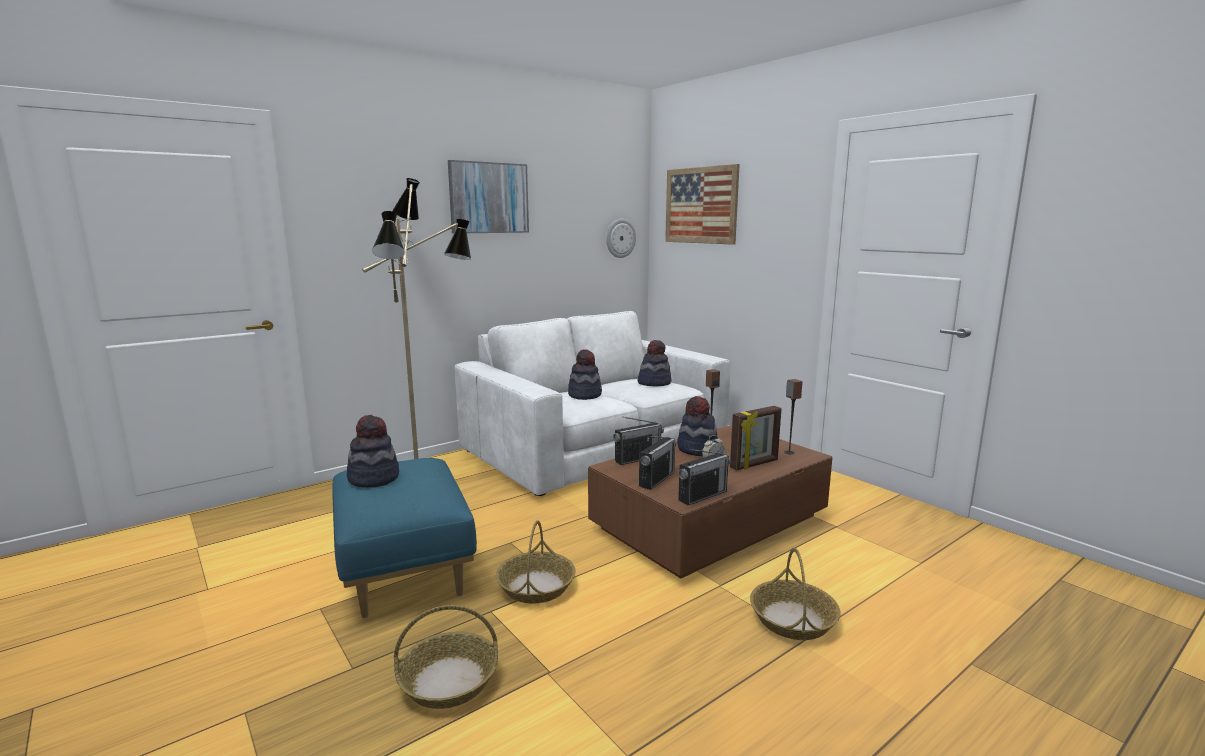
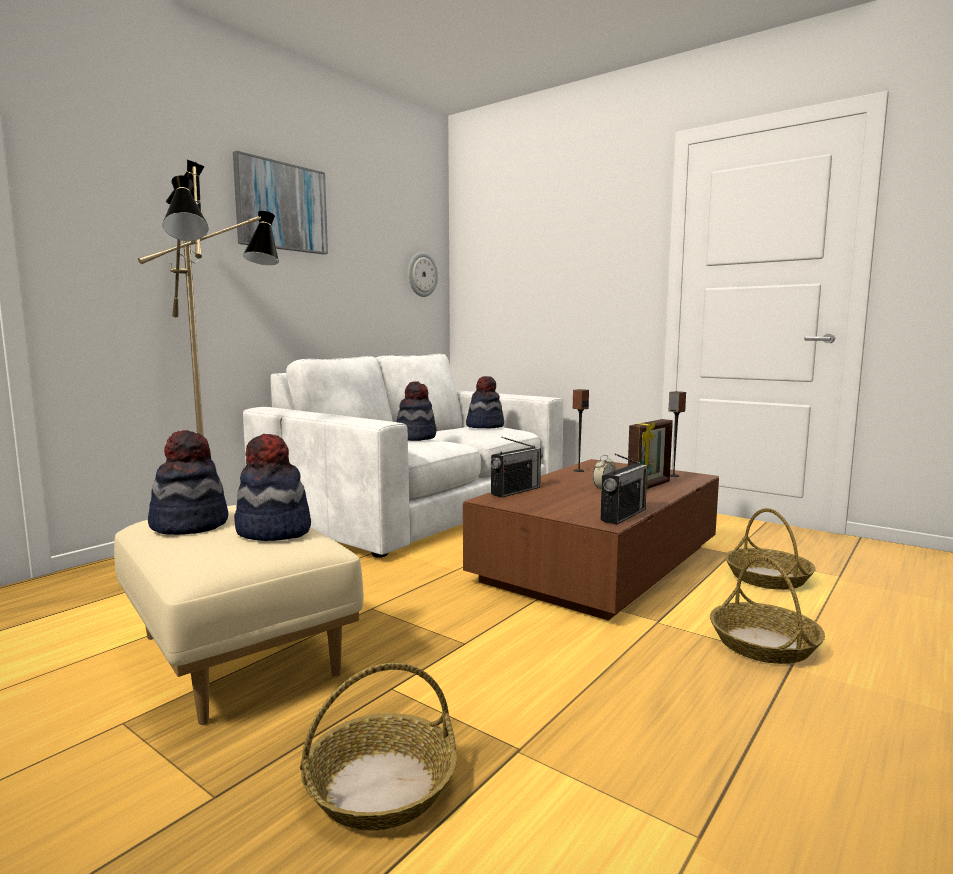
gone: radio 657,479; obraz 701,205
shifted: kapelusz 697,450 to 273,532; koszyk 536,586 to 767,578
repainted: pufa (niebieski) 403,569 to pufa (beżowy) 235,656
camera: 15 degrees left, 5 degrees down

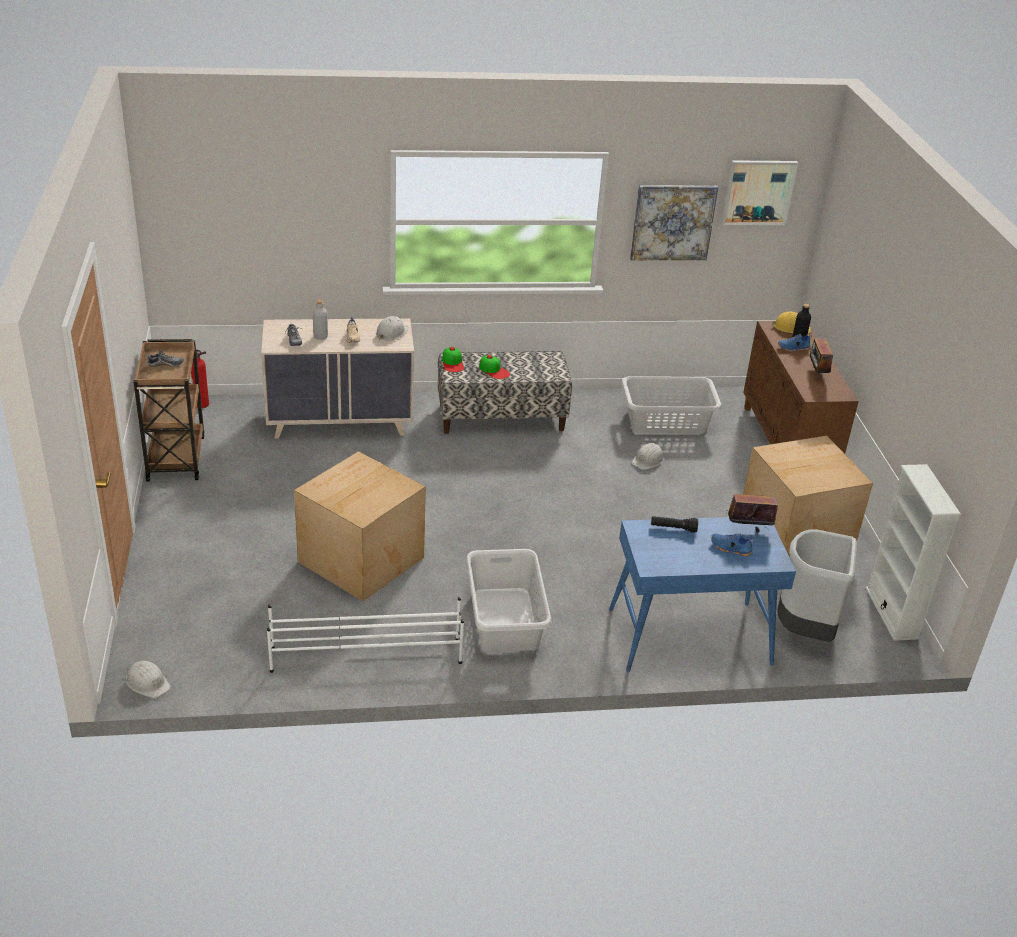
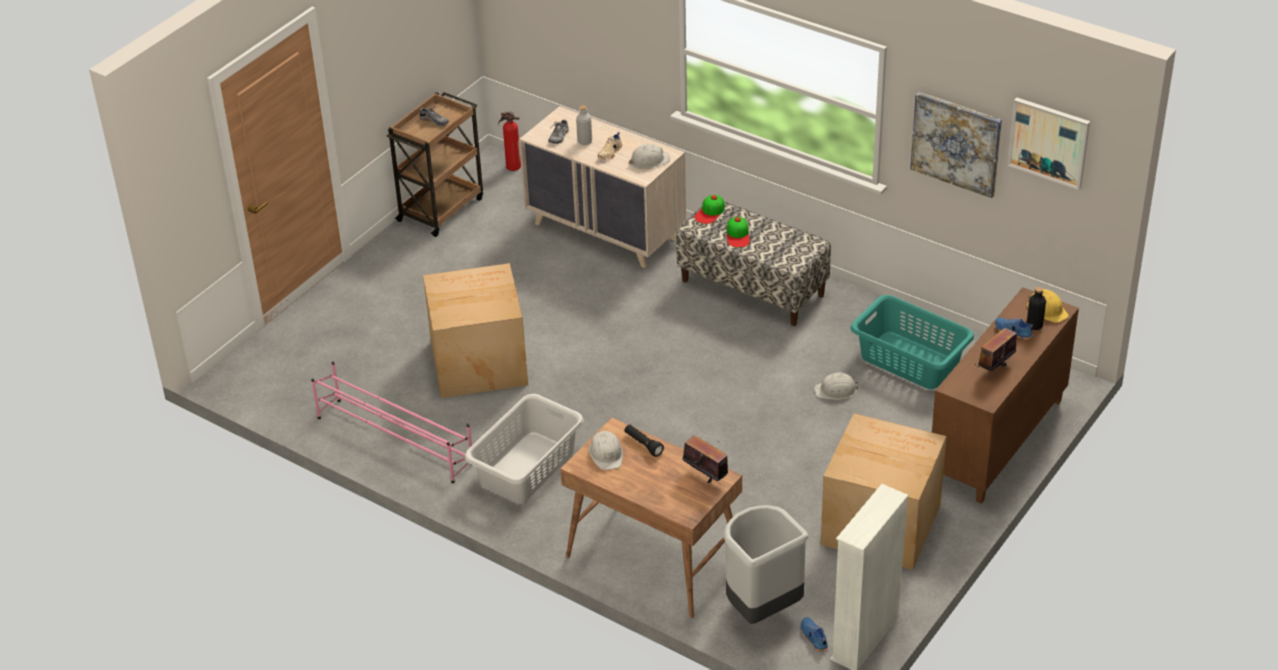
shifted: kask (biały) 147,683 to 606,454; but (niebieski) 730,549 to 813,638
repainted: regał na buty (biały) 365,654 to regał na buty (różowy) 394,440; biurko (niebieski) 688,637 to biurko (brązowy) 653,559; kosz na pranie (szary) 667,421 to kosz na pranie (turkusowy) 910,361
camera: 45 degrees right, 5 degrees up

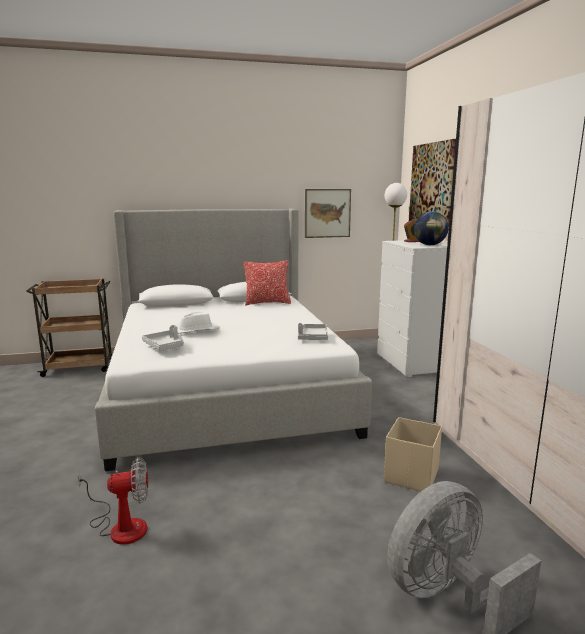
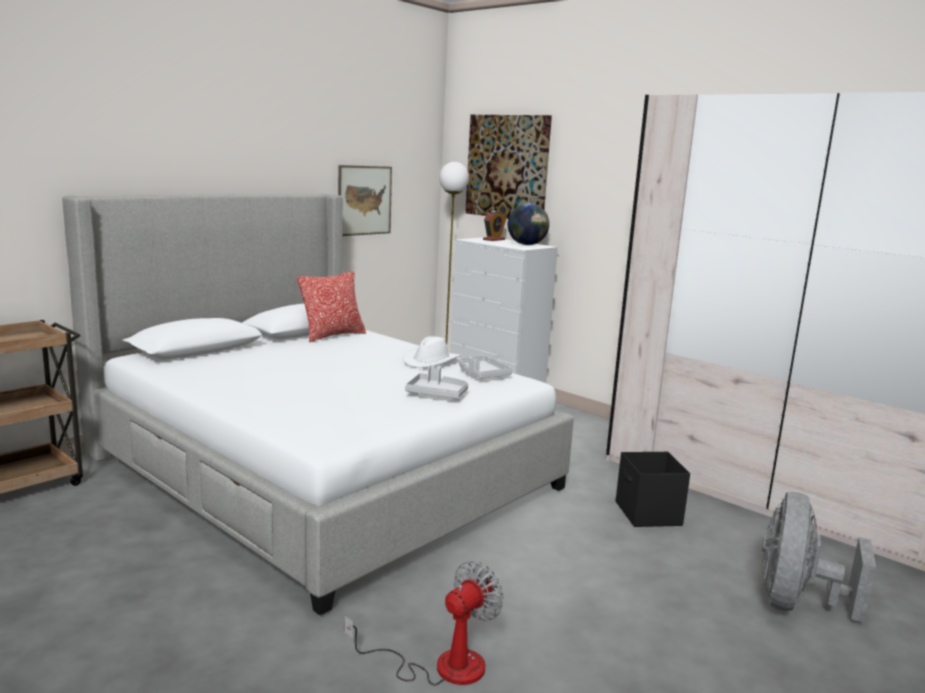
shifted: kapelusz (biały) 195,330 to 430,361; taca (szary) 165,346 to 437,394
repainted: pojemnik do przechowywania (beżowy) 410,476 to pojemnik do przechowywania (czarny) 648,514
camera: 35 degrees left, 0 degrees up

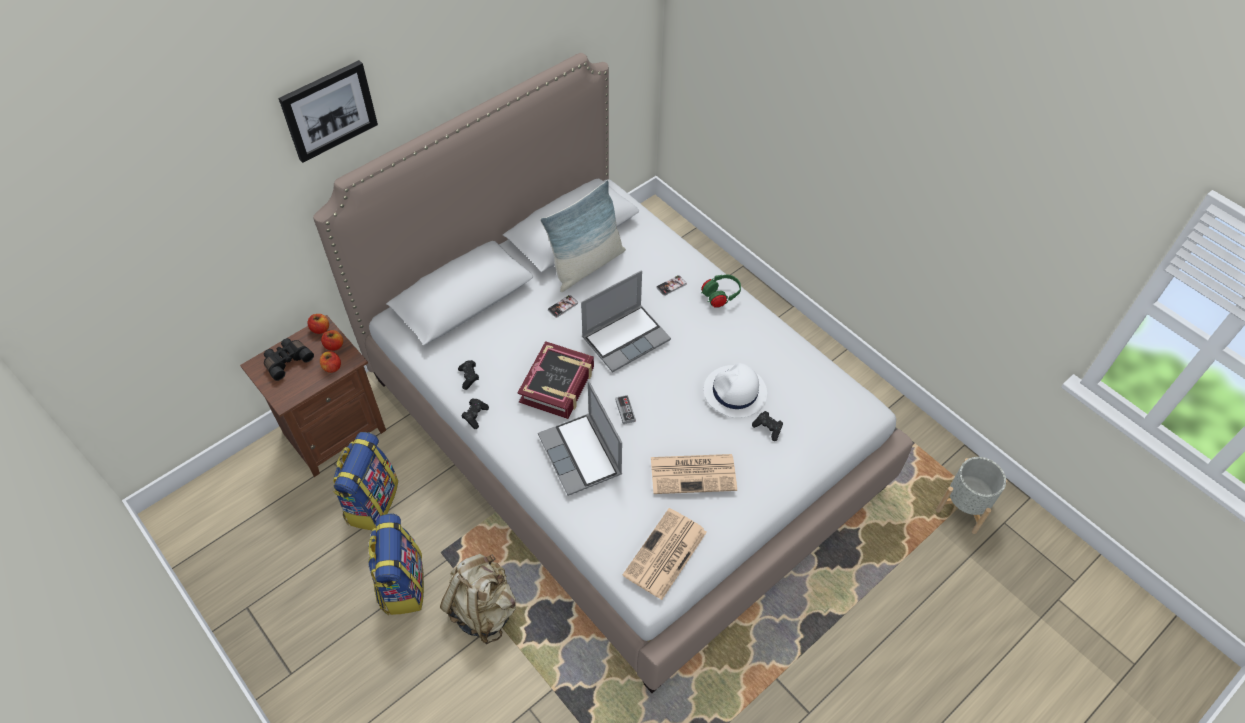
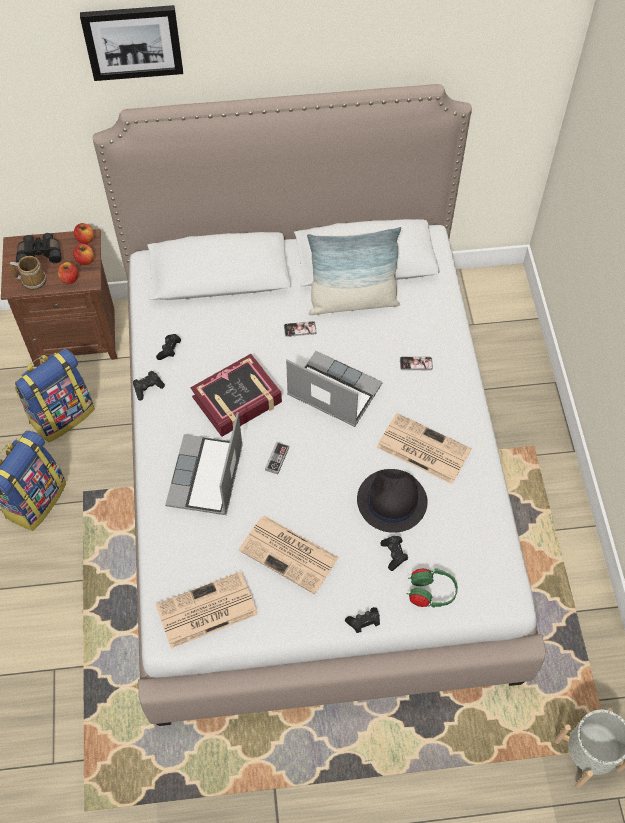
gone: plecak (beżowy) 483,609
new: kubek 32,280; pad do gier (czarny) 363,622; gazeta 422,448
shifted: słuchawki (zielony) 720,296 to 430,593
repainted: kapelusz (biały) 735,392 to kapelusz (czarny) 391,501
rotated: laptop 626,338 = 332,391 150 degrees counterclockwise
camera: 35 degrees right, 5 degrees up

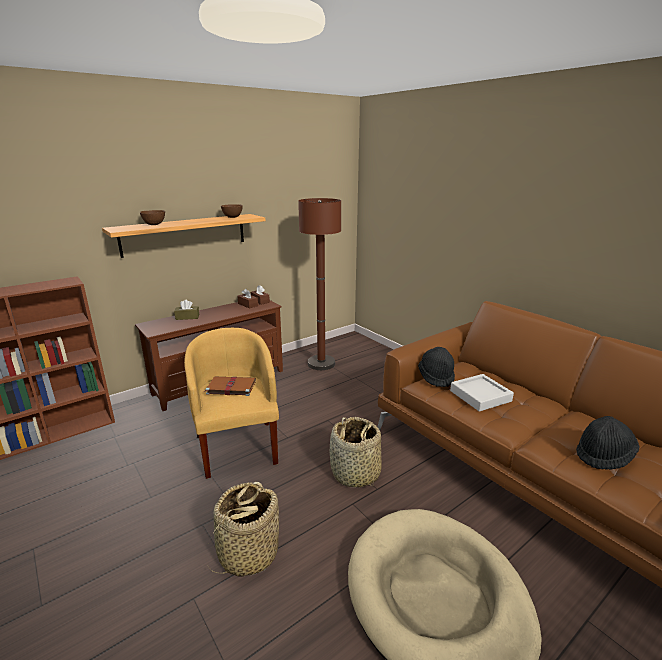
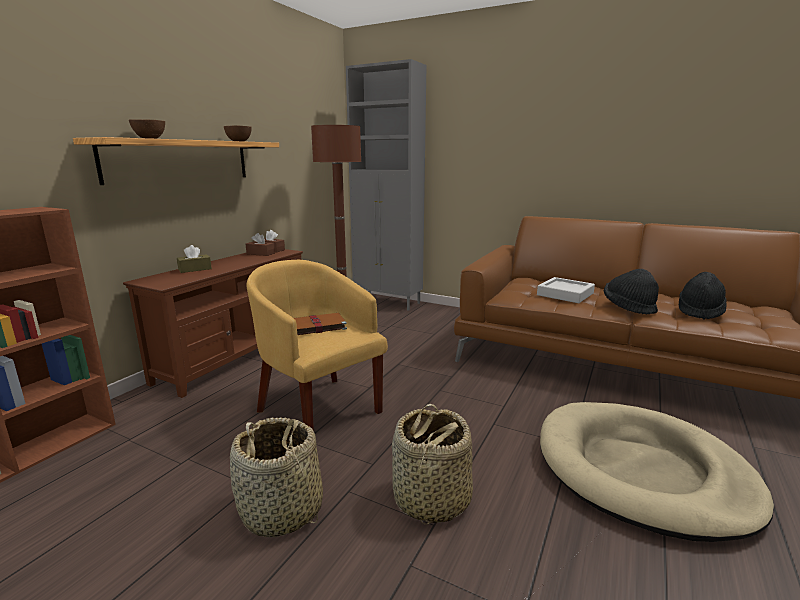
new: szafka (szary) 388,302
shifted: koszyk 355,473 to 282,511; kapelusz (czarny) 435,376 to 628,307
camera: 25 degrees left, 5 degrees down

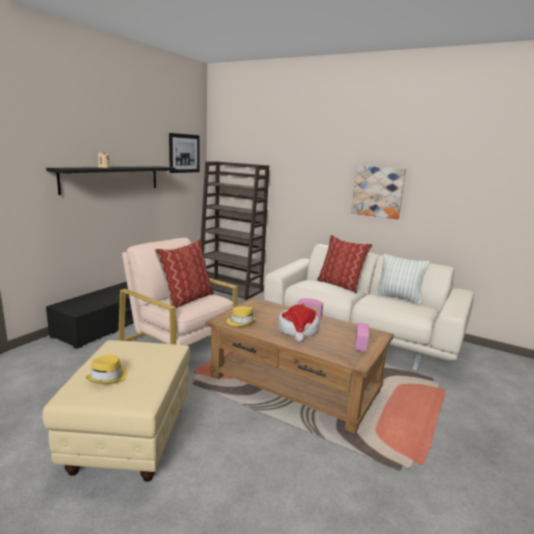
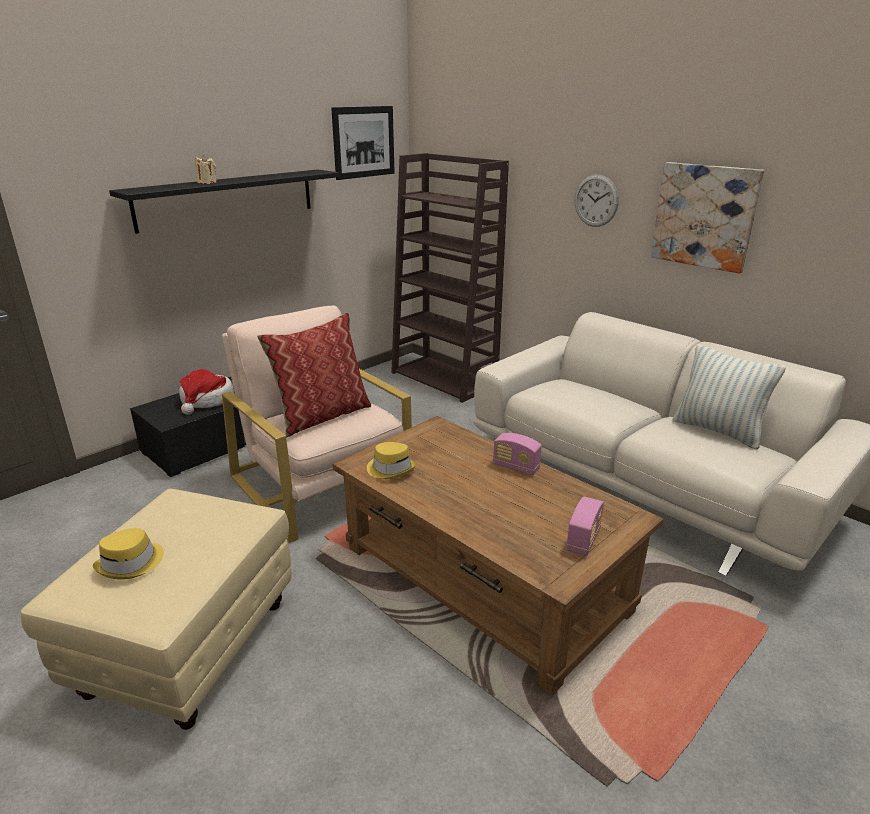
gone: poduszka 340,285
new: zegar ścienny 596,200
shifted: kapelusz 298,330 to 207,400
camera: 15 degrees right, 10 degrees up

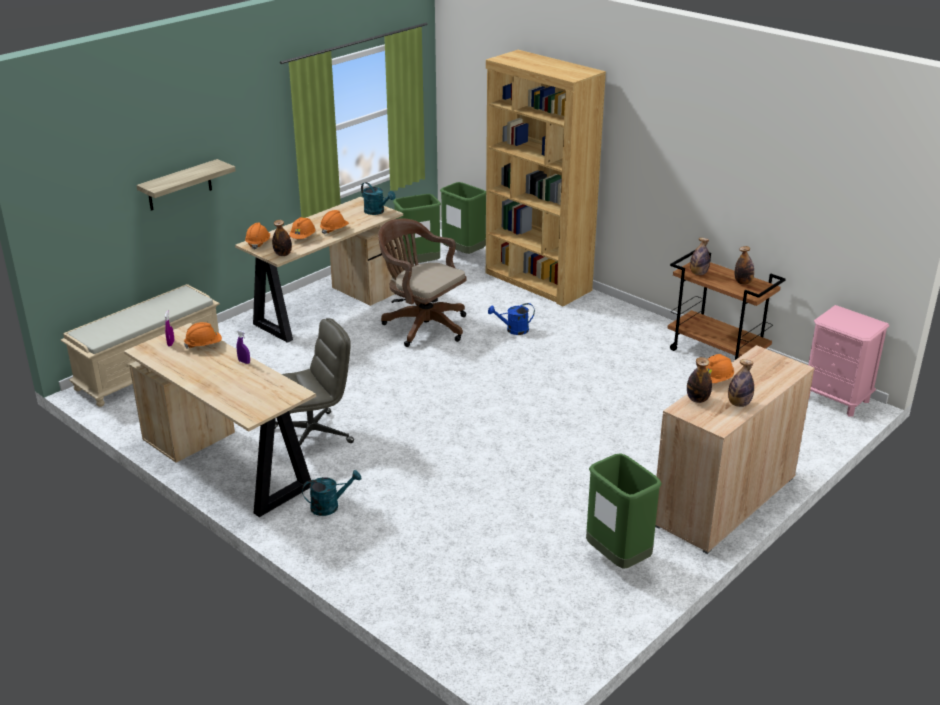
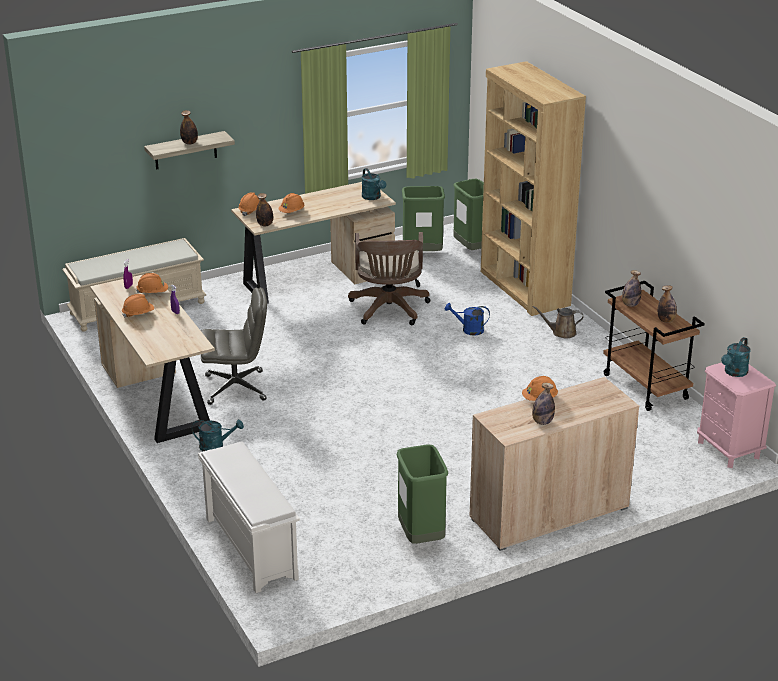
new: regał na buty (biały) 249,548; konewka (brązowy) 561,333; konewka (turkusowy) 734,373
shifted: kask (pomarańczowy) 334,230 to 138,314; butelka 697,399 to 189,143
rotated: krzesło biurowe (brązowy) 422,325 = 389,310 150 degrees counterclockwise
camera: 20 degrees right, 0 degrees up

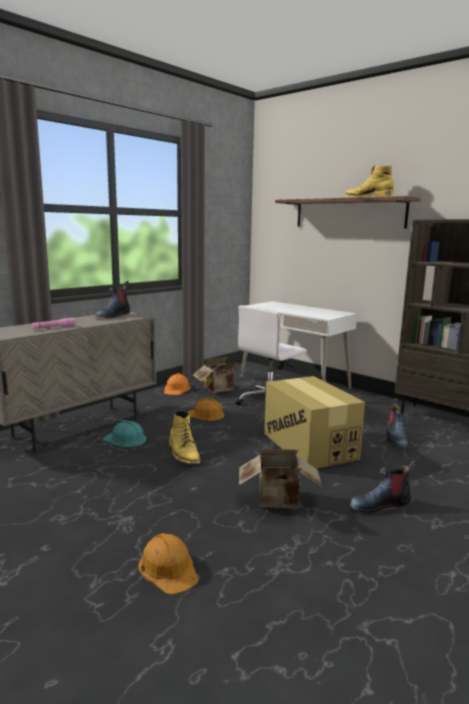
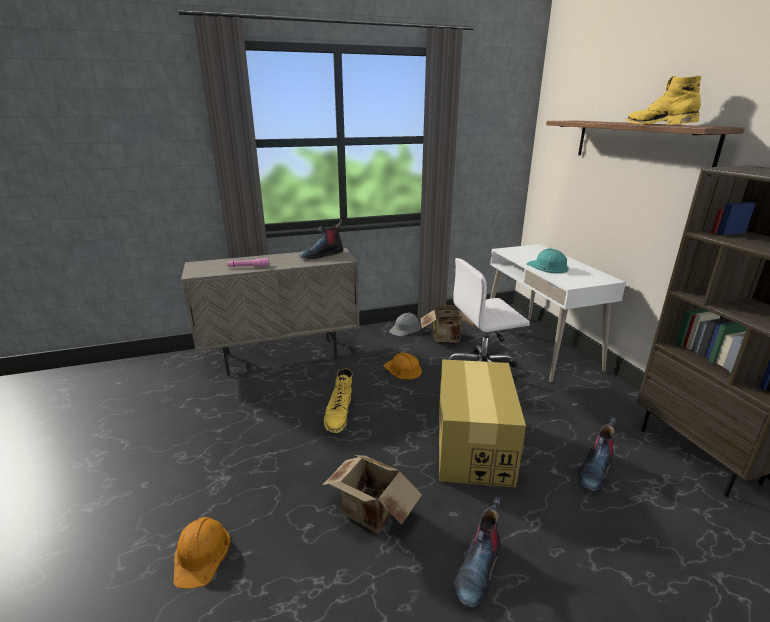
shifted: kask (turkusowy) 125,439 to 547,267
repainted: kask (pomarańczowy) 176,389 to kask (szary) 405,328
rotated: but z cholewką 380,504 = 478,569 75 degrees counterclockwise
camera: 30 degrees right, 10 degrees up

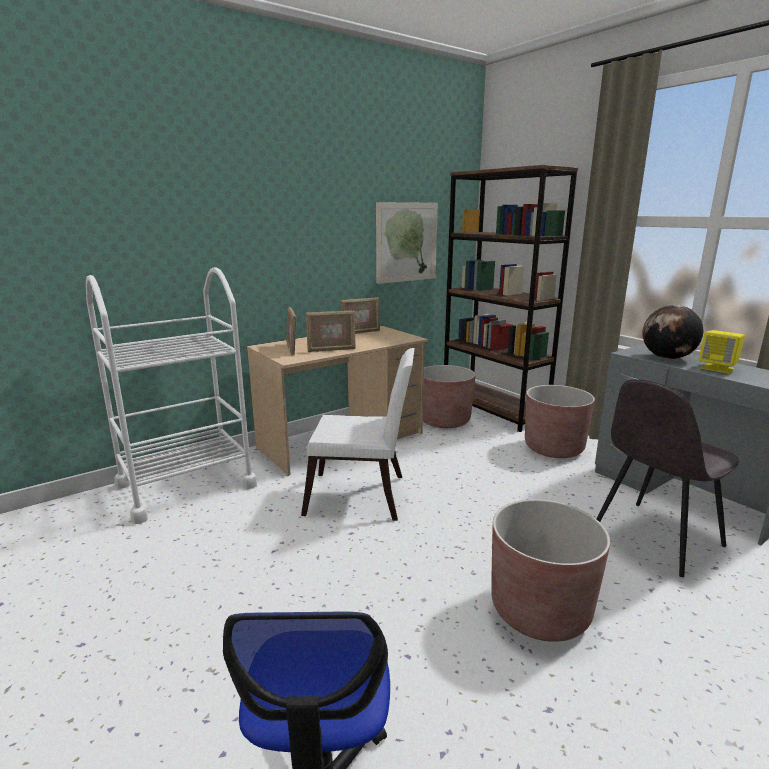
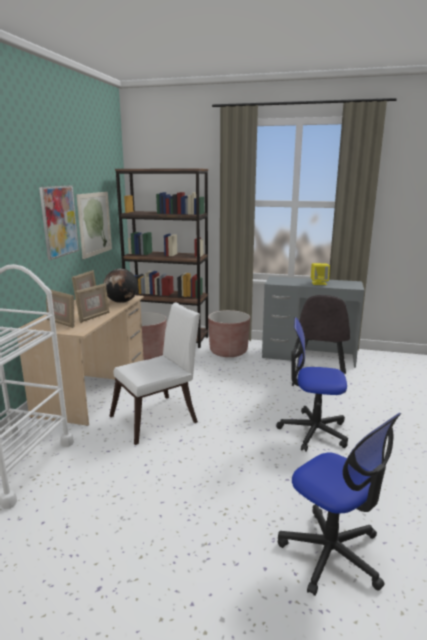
new: obraz 59,221
shifted: globus 667,358 to 121,302
swapped: donica (brązowy) 539,610 to krzesło biurowe 313,431
camera: 40 degrees left, 0 degrees up

